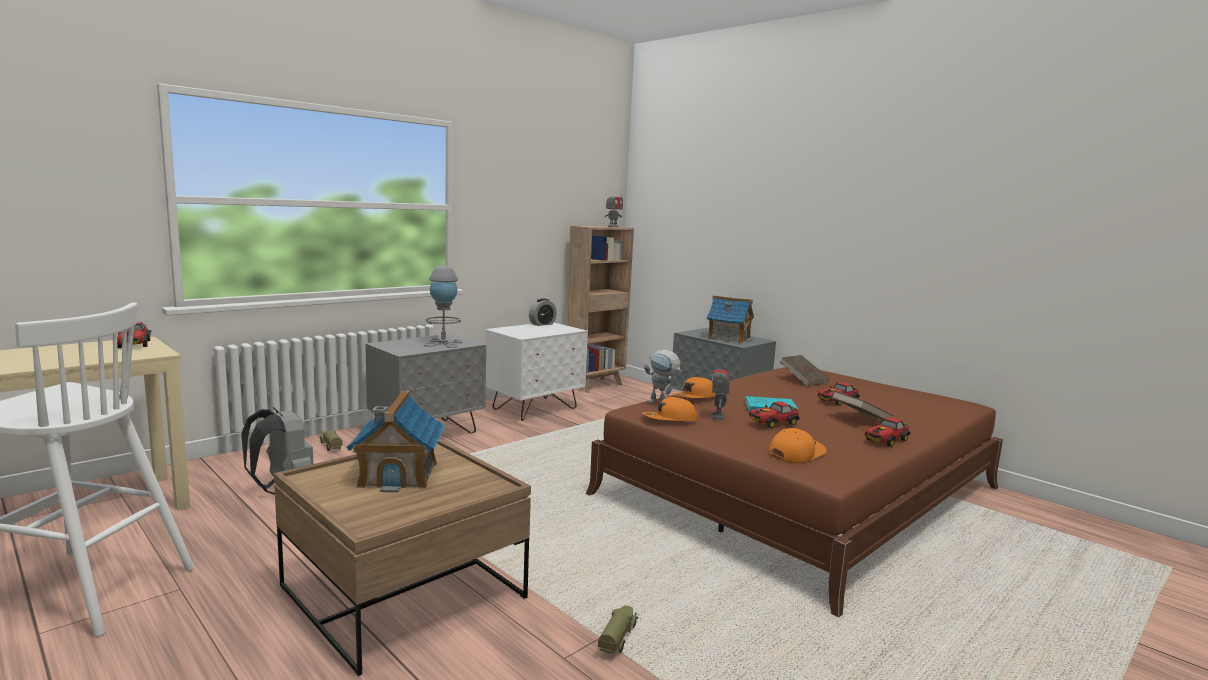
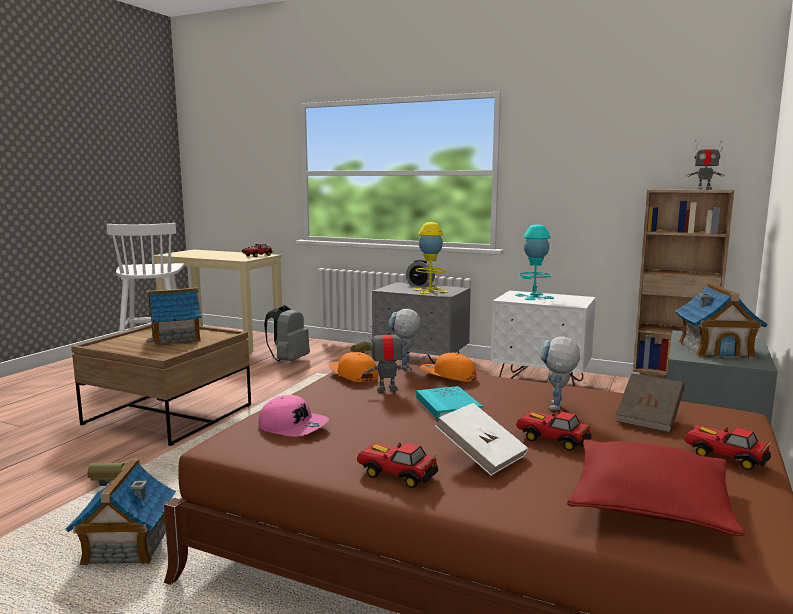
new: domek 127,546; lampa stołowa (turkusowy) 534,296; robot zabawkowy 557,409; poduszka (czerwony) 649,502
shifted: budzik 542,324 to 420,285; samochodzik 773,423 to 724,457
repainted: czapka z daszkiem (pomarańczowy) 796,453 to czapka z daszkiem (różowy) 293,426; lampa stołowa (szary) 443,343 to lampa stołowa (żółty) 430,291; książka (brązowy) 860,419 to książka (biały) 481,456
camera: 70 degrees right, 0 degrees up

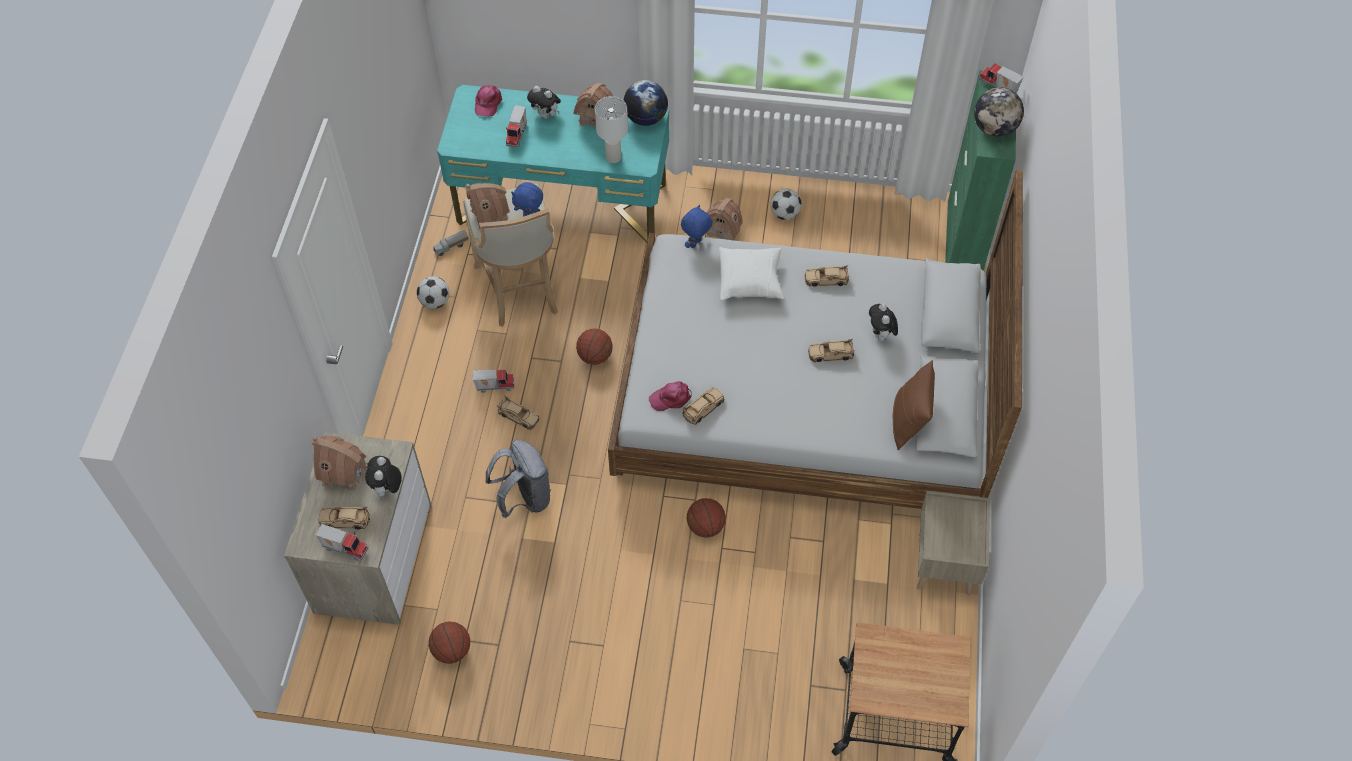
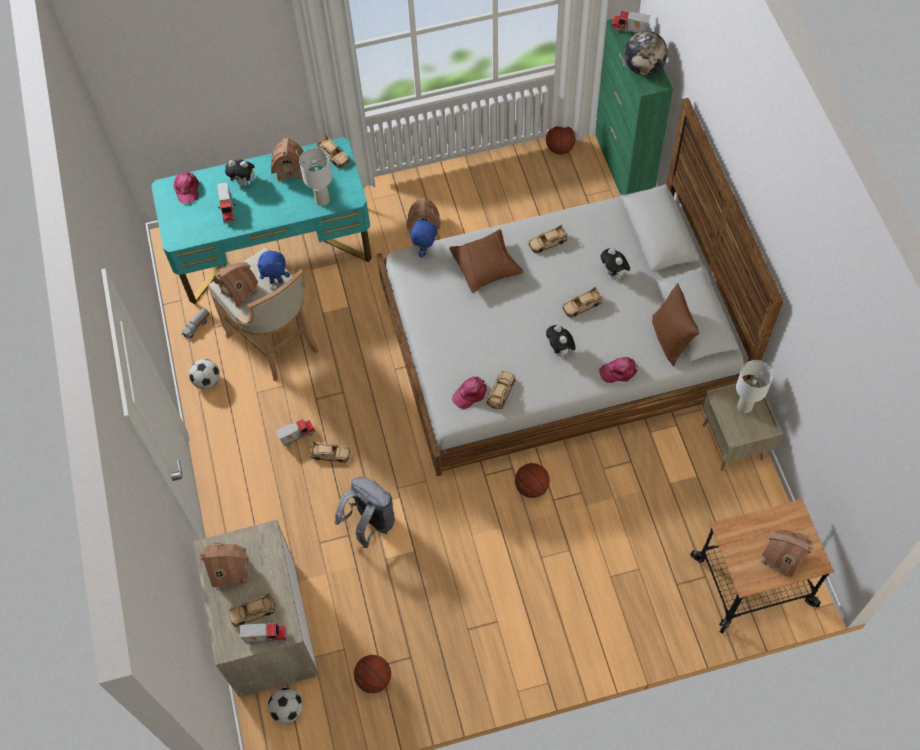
new: czapka z daszkiem (różowy) 619,371; lampa stołowa (biały) 744,406; domek 782,557
shifted: piłka futbolowa 785,214 to 287,710; piłka do koszykówki 595,357 to 560,148; pluszak 387,489 to 560,351
swapped: globus 646,118 to samochodzik (beżowy) 333,155
repainted: poduszka (biały) 750,280 to poduszka (brązowy) 486,266
camera: 20 degrees left, 5 degrees up

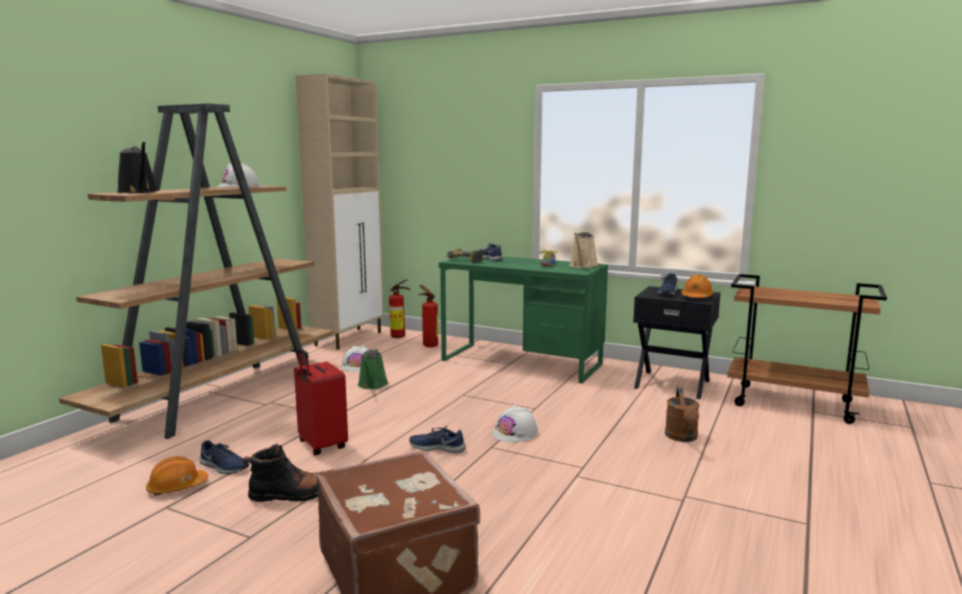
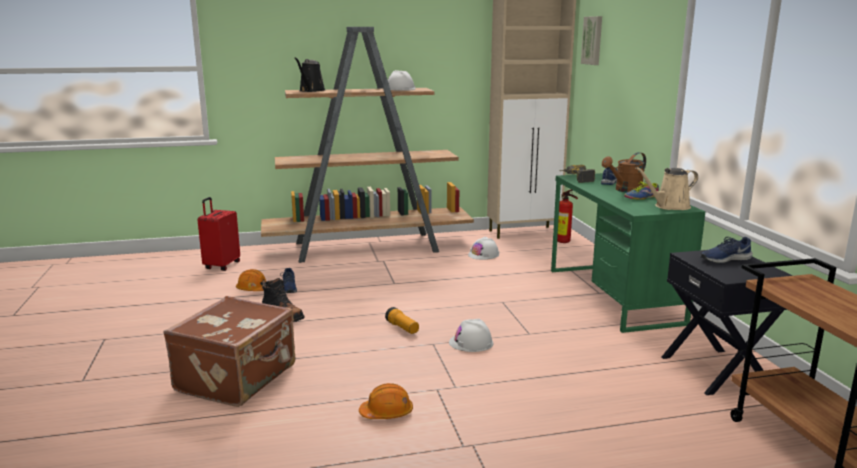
gone: konewka (zielony) 372,385; gaśnica 429,345
new: obraz 593,40
shifted: walizka (czerwony) 321,446 to 221,266; kask (pomarańczowy) 696,297 to 387,413; konewka (brązowy) 682,438 to 625,190
swapped: but (niebieski) 437,447 to latarka 402,328
camera: 50 degrees right, 5 degrees up

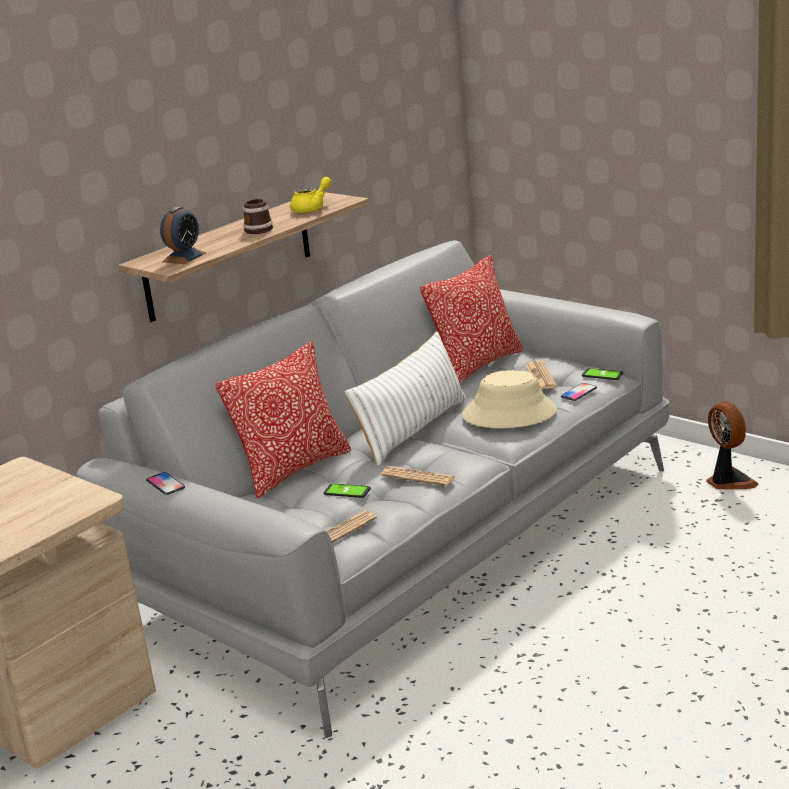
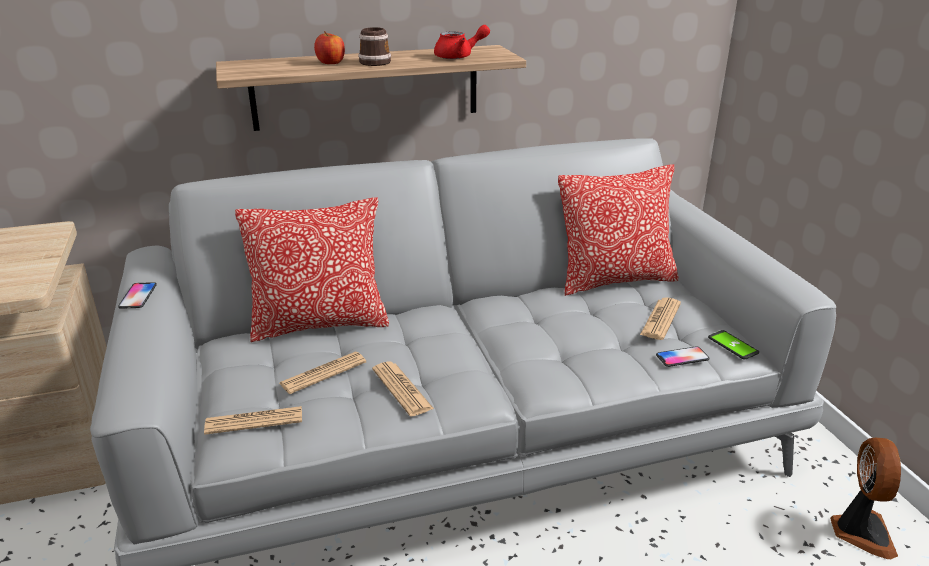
gone: budzik 184,257; poduszka (biały) 413,429; kapelusz (beżowy) 509,413
new: jabłko 331,63
swapped: telefon 347,491 to gazeta 323,373
repainted: imbryk (żółty) 312,208 to imbryk (czerwony) 459,57
camera: 30 degrees right, 5 degrees up

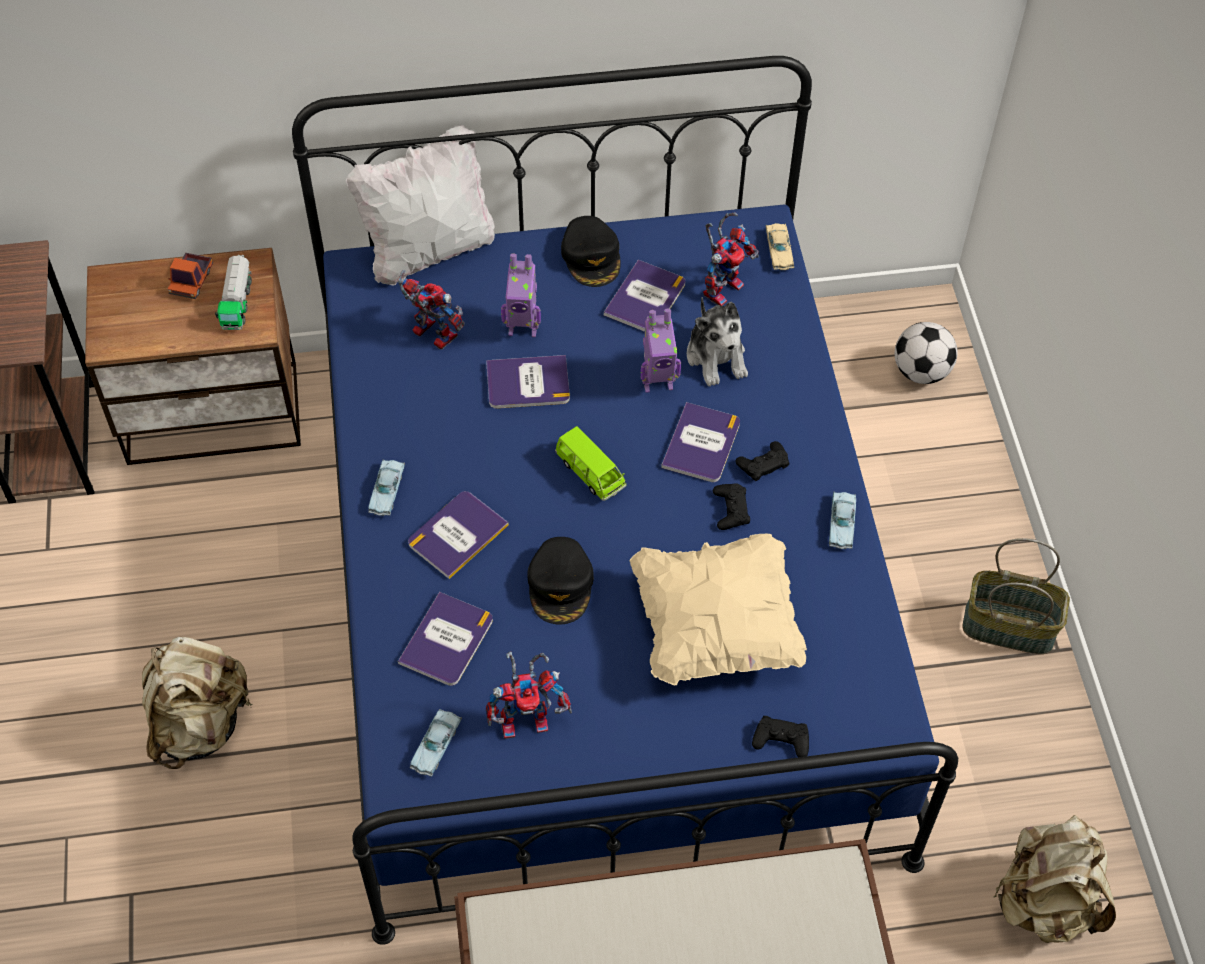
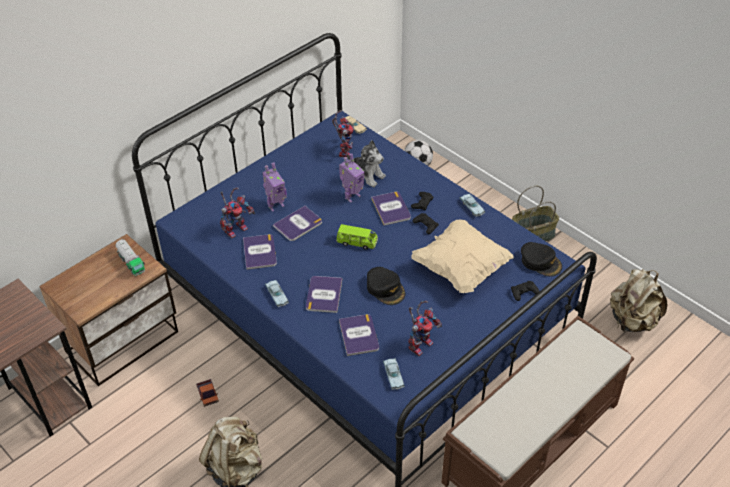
gone: poduszka (biały) 429,251
shifted: ciężarówka zabawkowa 191,280 to 208,395; książka 645,298 to 260,252; czapka z daszkiem (czarny) 592,256 to 540,262
rotated: robot zabawkowy 429,334 = 236,228 135 degrees clockwise
camera: 35 degrees left, 10 degrees down

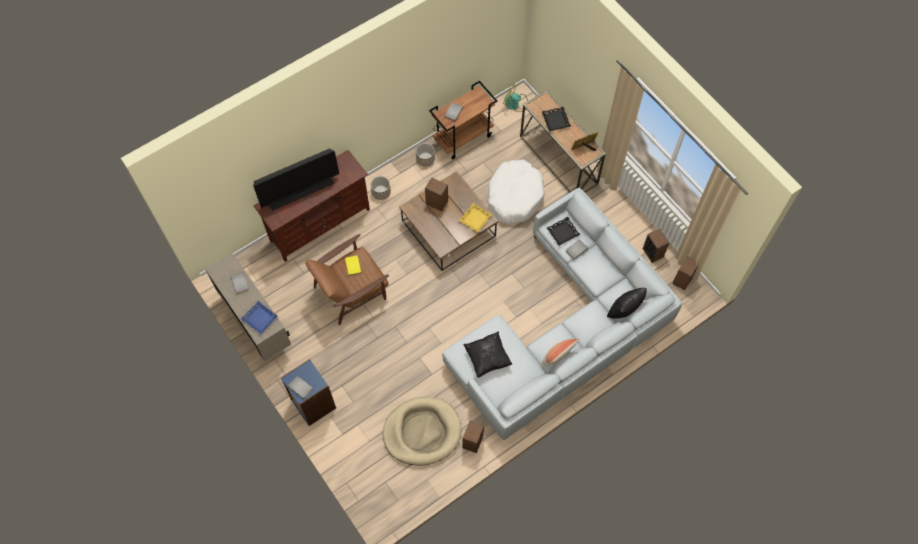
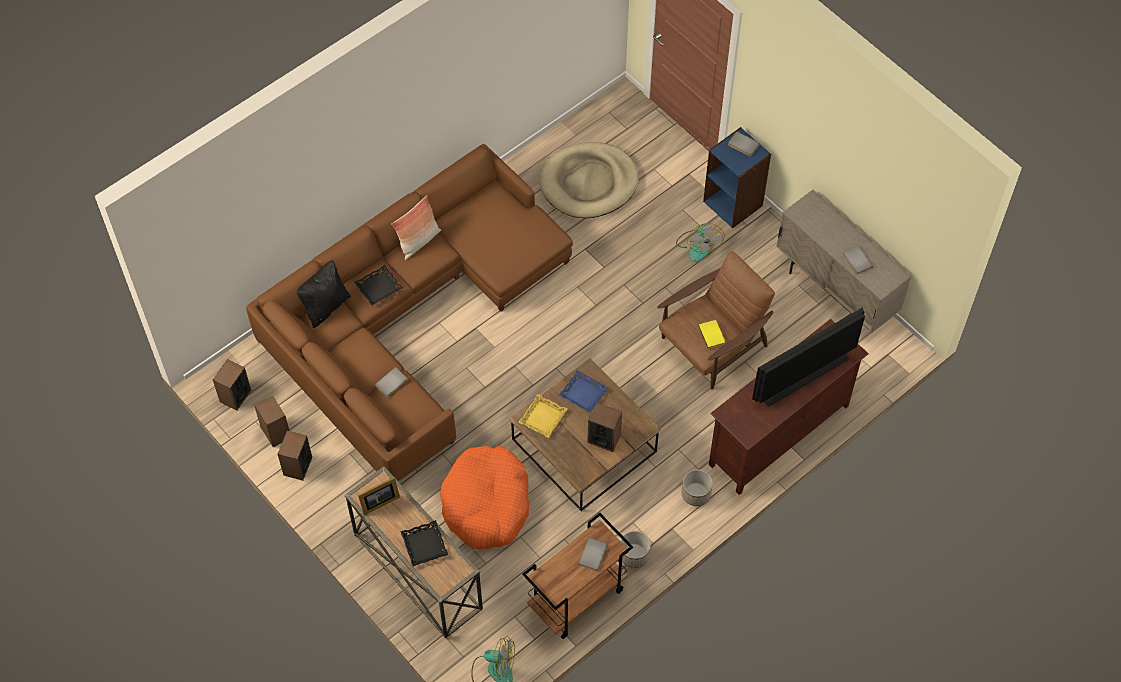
gone: poduszka (czarny) 487,358
new: wentylator 698,245
shifted: głośnik 473,441 to 297,466; taca (czarny) 562,232 to 378,288; taca (niebieski) 260,318 to 583,394
repainted: kanapa (szary) 563,329 to kanapa (brązowy) 409,317; legowisko (biały) 514,196 to legowisko (pomarańczowy) 486,504
camera: 175 degrees right, 5 degrees down

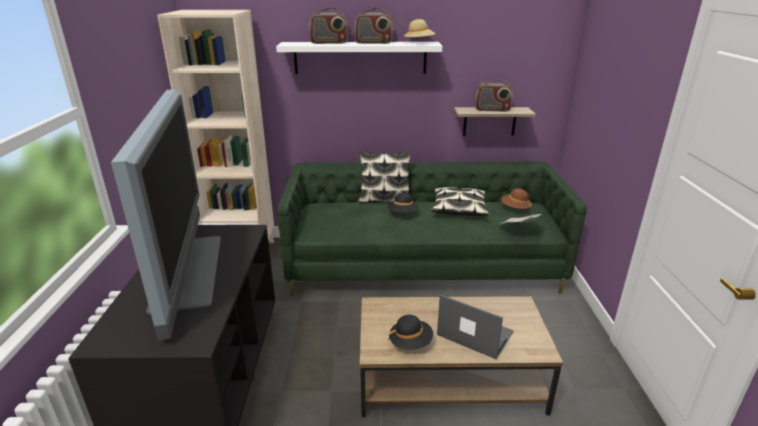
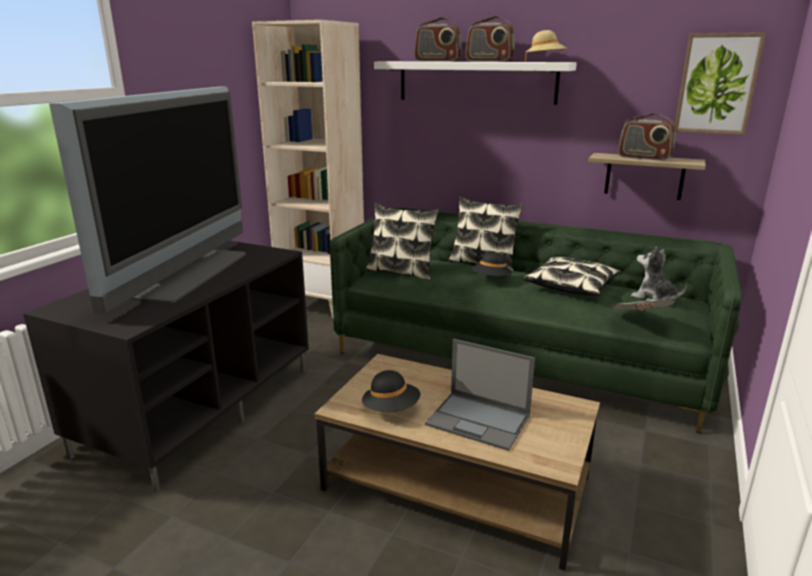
new: poduszka 401,272; obraz 717,84
swapped: kapelusz (brązowy) 515,208 to pluszak 654,298
rotated: laptop 474,333 = 479,420 150 degrees clockwise
camera: 25 degrees right, 5 degrees down

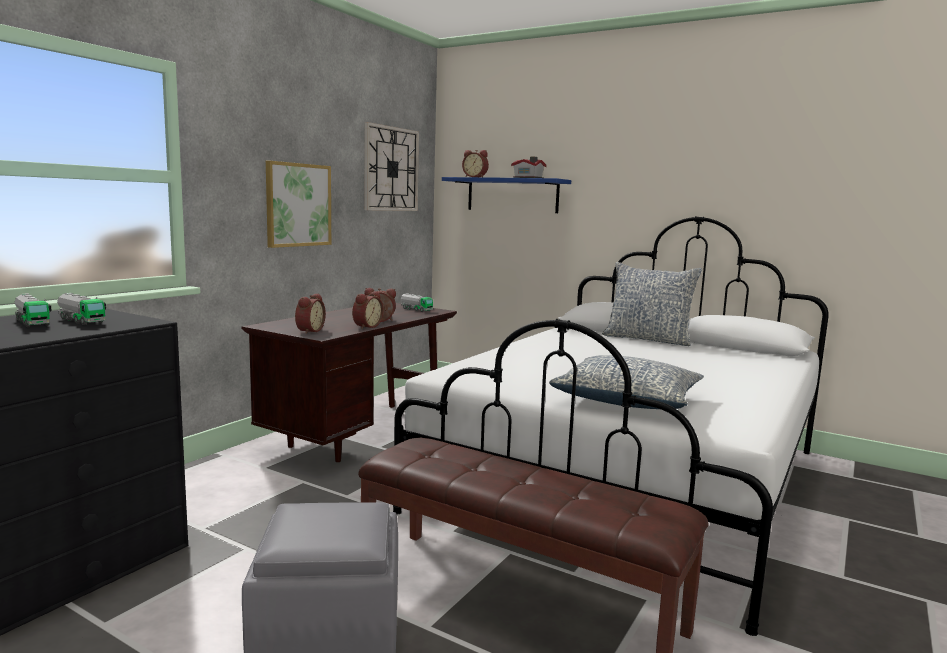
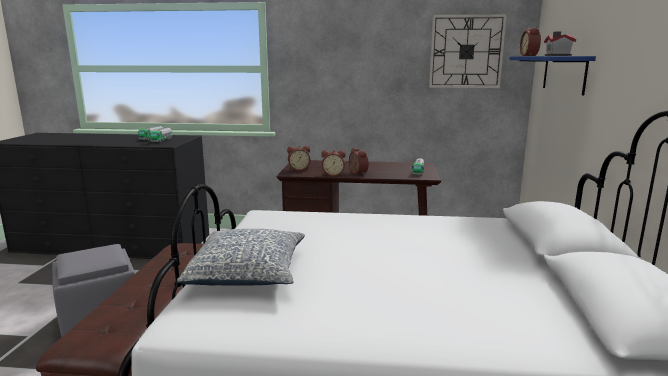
gone: obraz 298,205; poduszka 648,339
camera: 65 degrees right, 5 degrees up

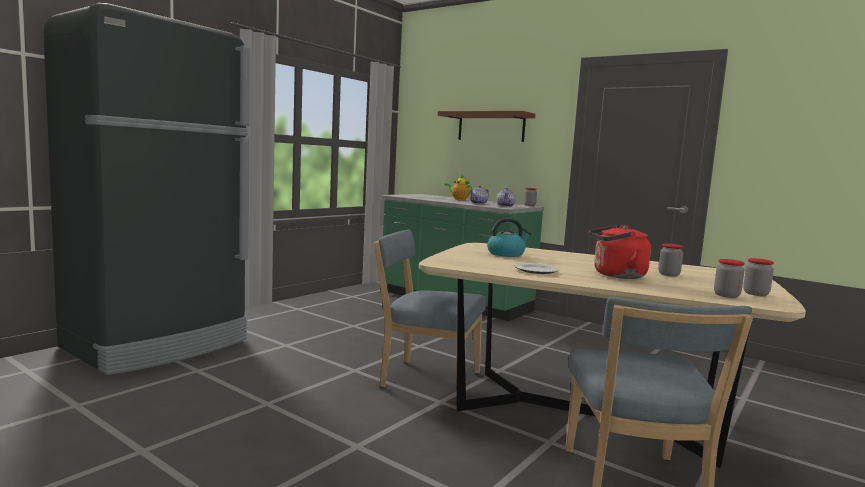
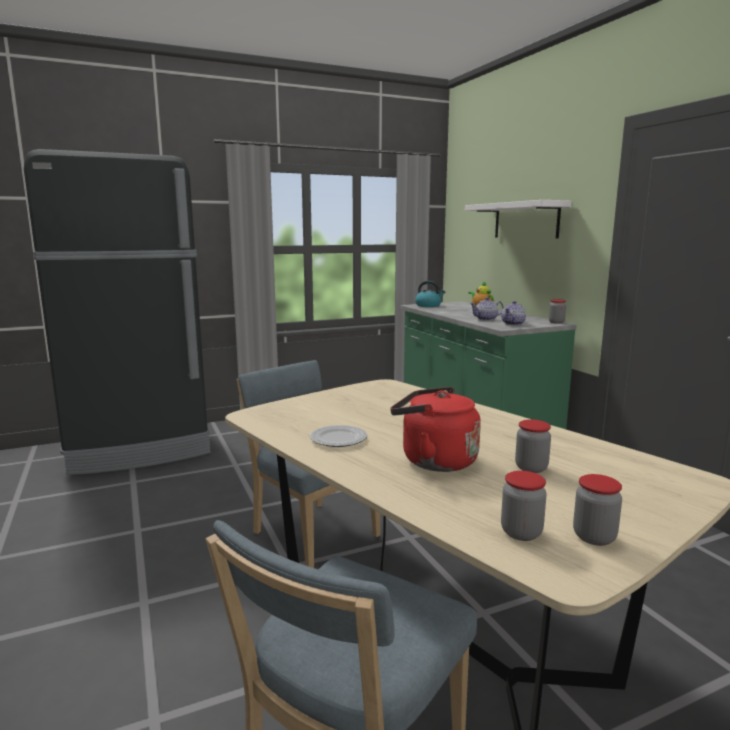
shifted: czajnik 506,254 to 428,305
repainted: półka (brązowy) 491,127 to półka (biały) 526,220
camera: 30 degrees right, 5 degrees up

